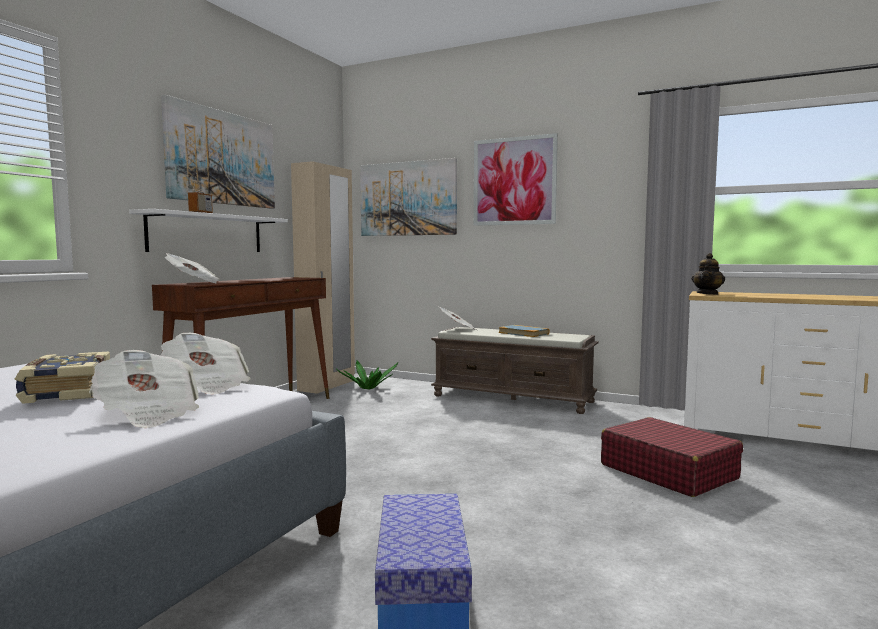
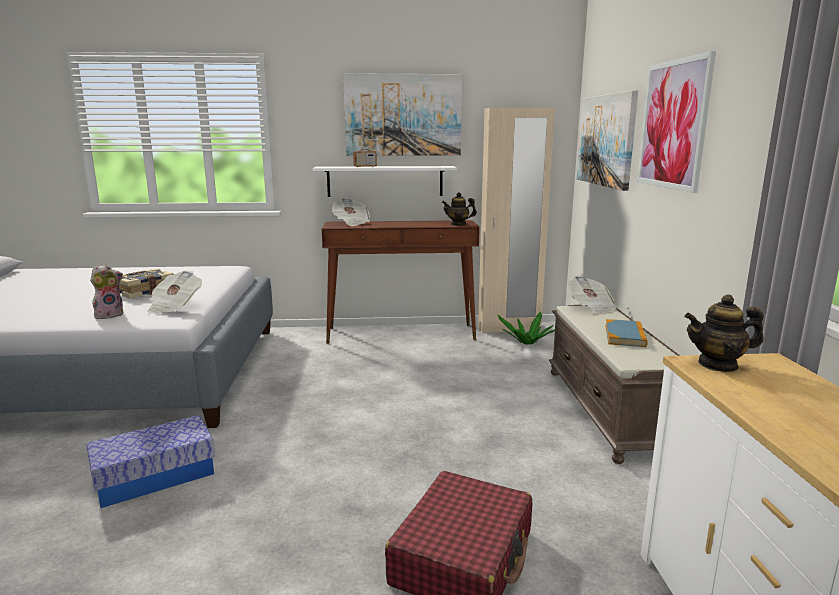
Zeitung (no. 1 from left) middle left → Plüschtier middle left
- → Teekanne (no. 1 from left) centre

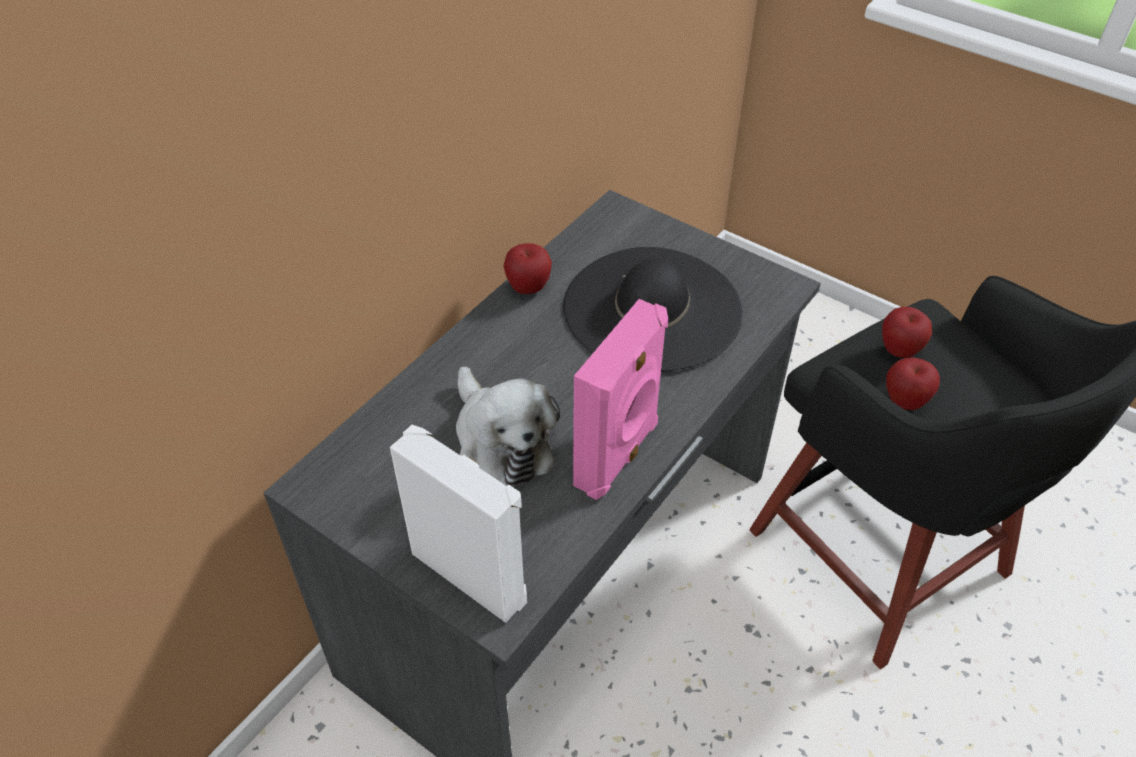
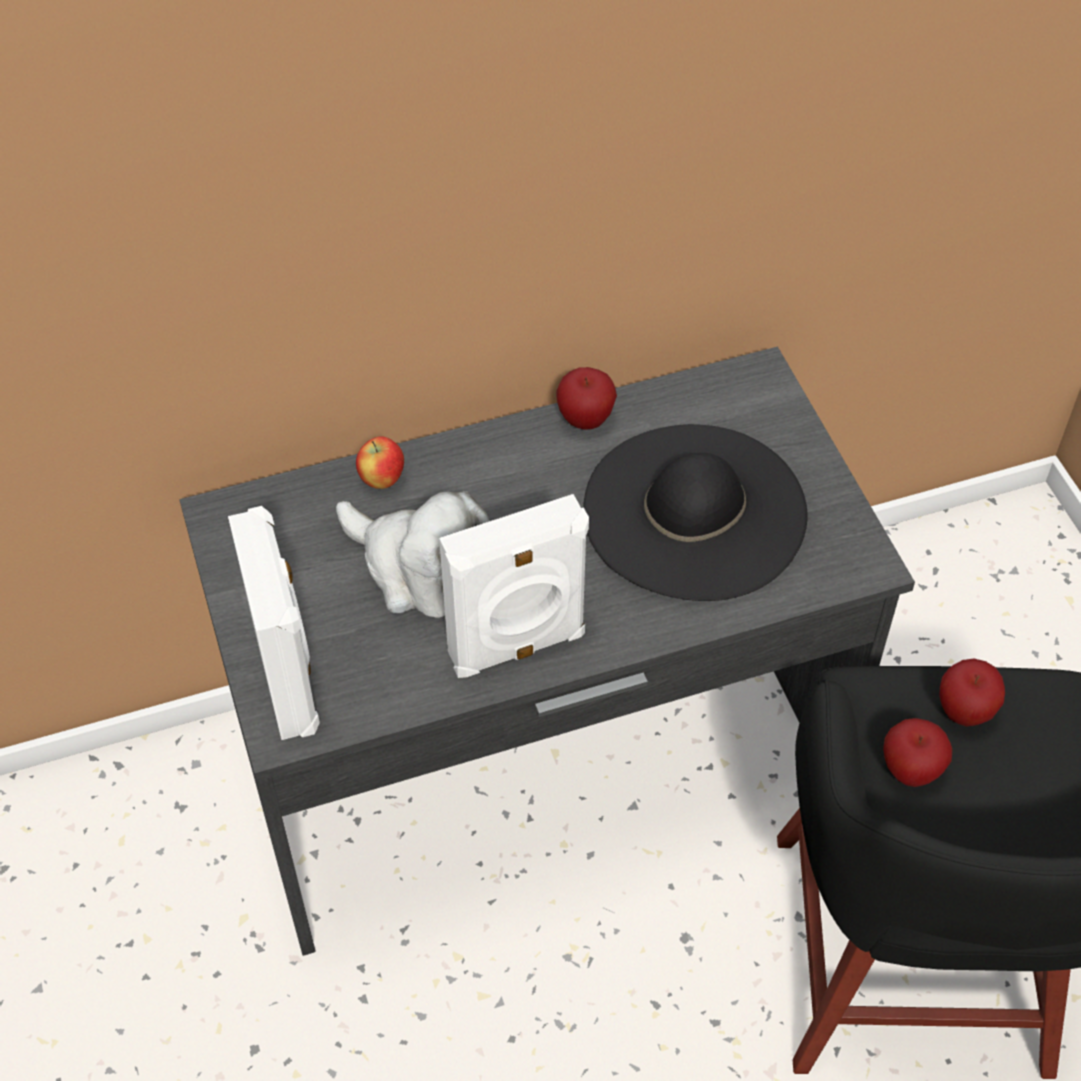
Plüschtier centre, 60 degrees counterclockwise
- → Apfel (no. 1 from left) centre
Lautsprecher/rosa centre → Lautsprecher/weiß (no. 2 from left) centre

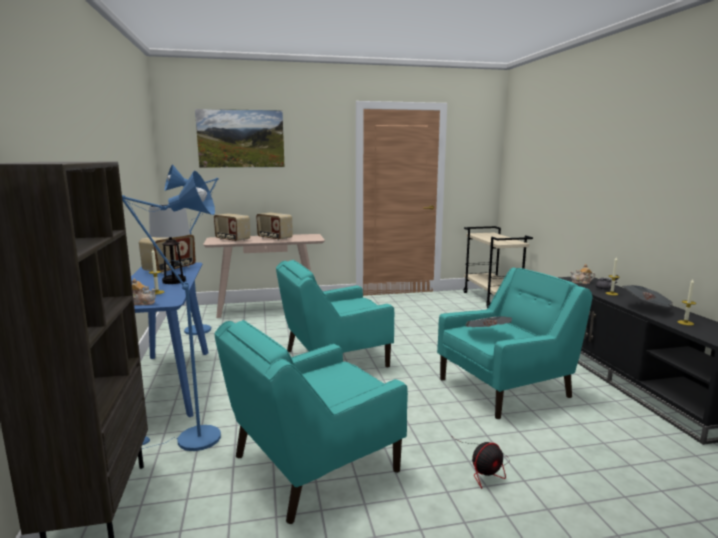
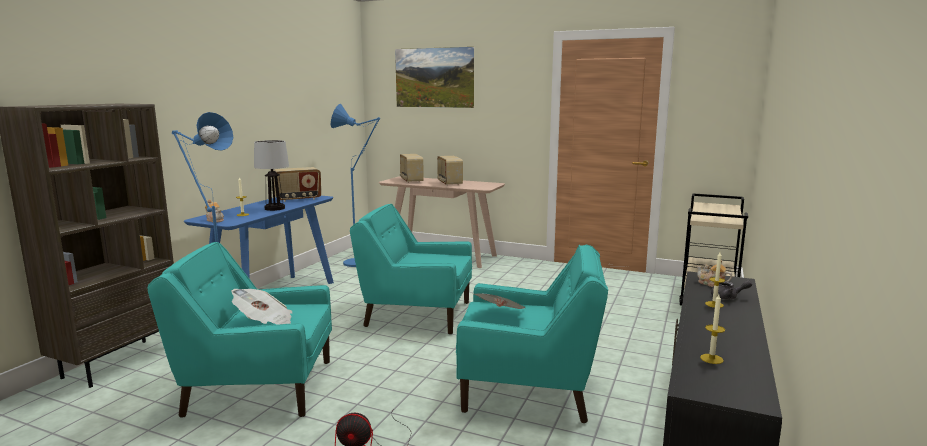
Zeitung (no. 2 from left in the first image) middle right → Zeitung (no. 1 from left) bottom left, shifted

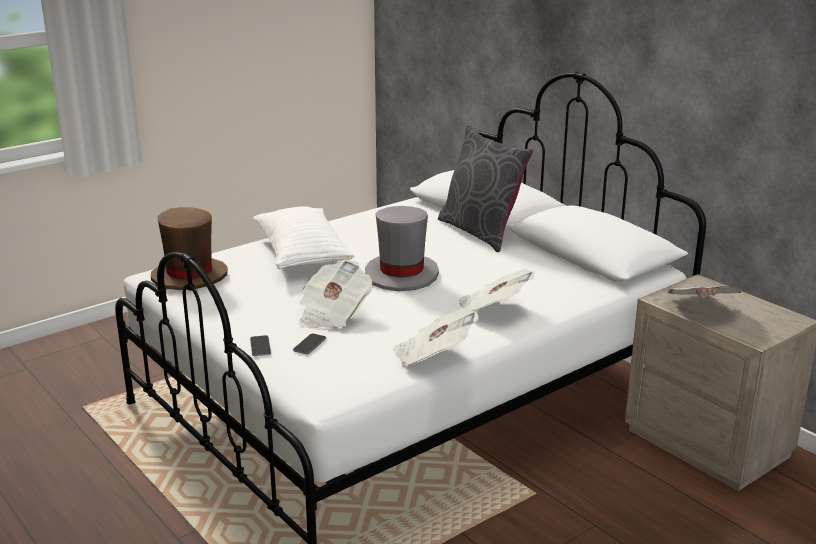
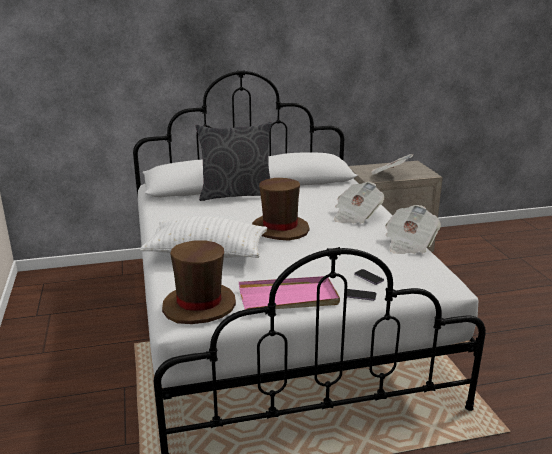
- → Tablett/rosa centre
Hut/grau centre → Hut/braun (no. 2 from left) centre
Zeitung (no. 1 from left) centre → -

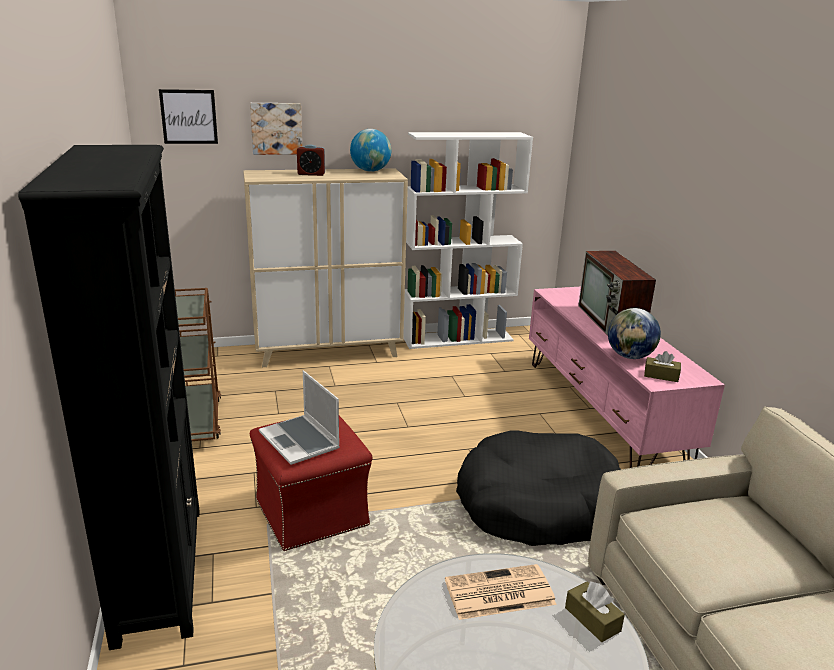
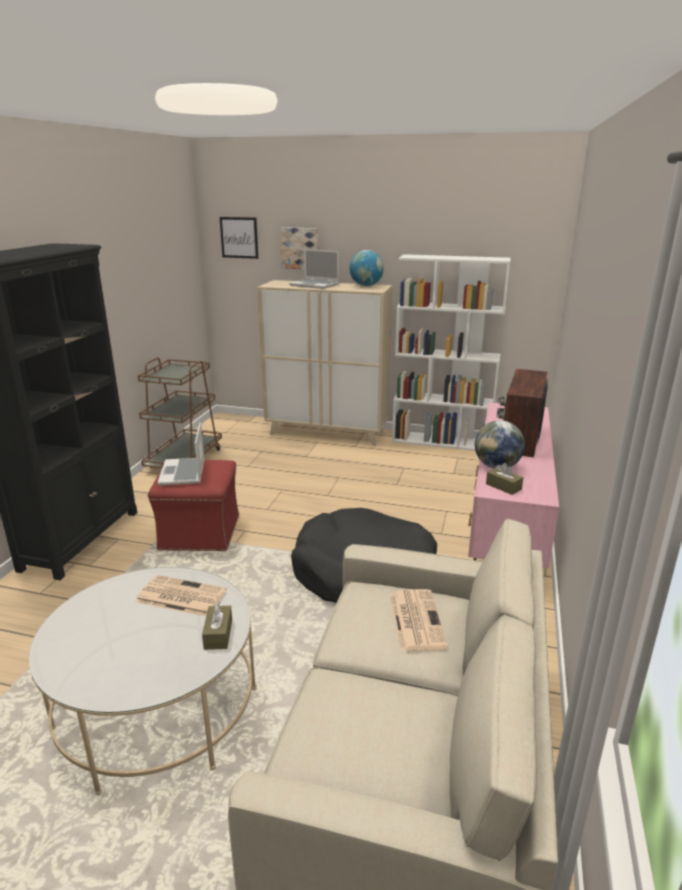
Wecker top centre → Laptop (no. 2 from left) top centre
- → Zeitung (no. 2 from left) bottom centre

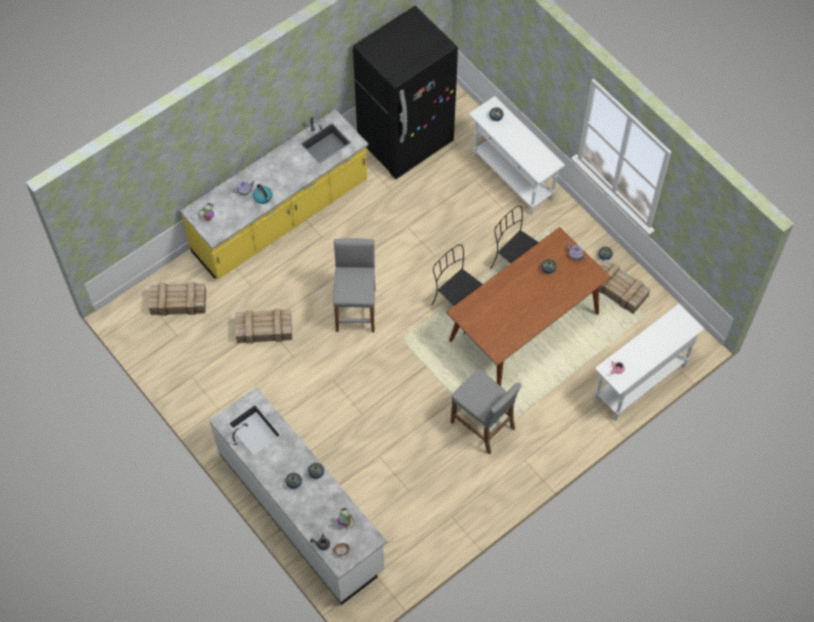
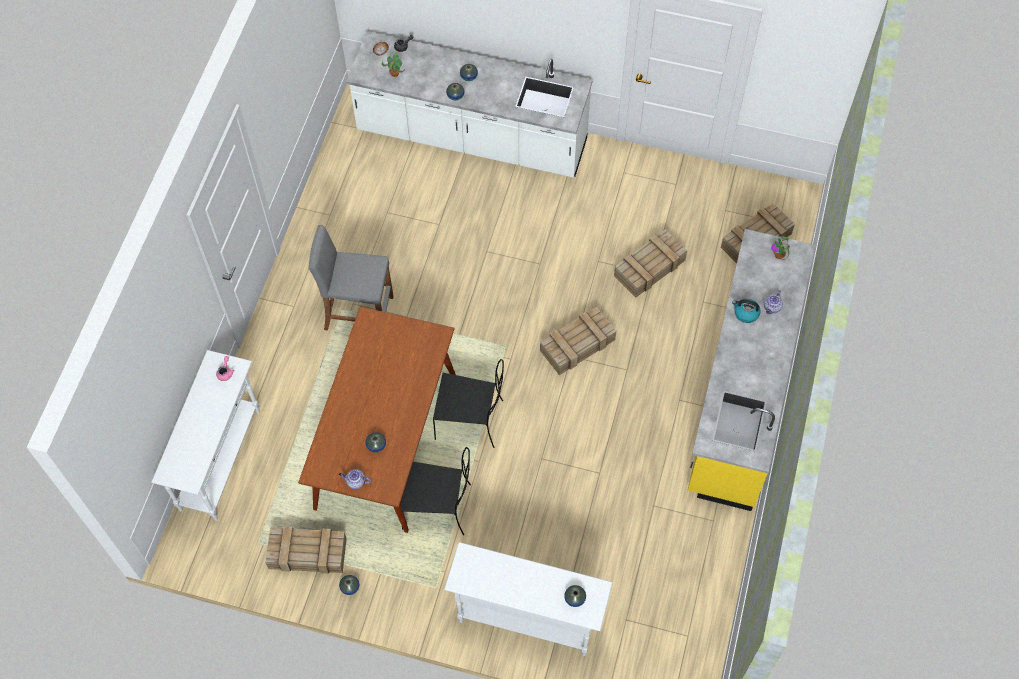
Hocker/grau (no. 1 from left) centre → Kiste (no. 2 from left) centre
Kühlschrank/schwarz top centre → -

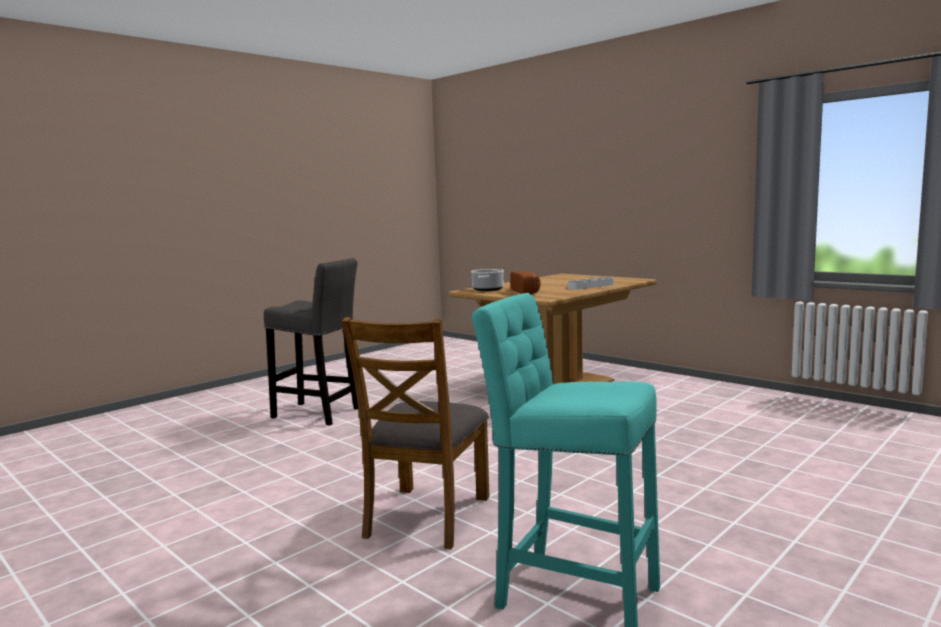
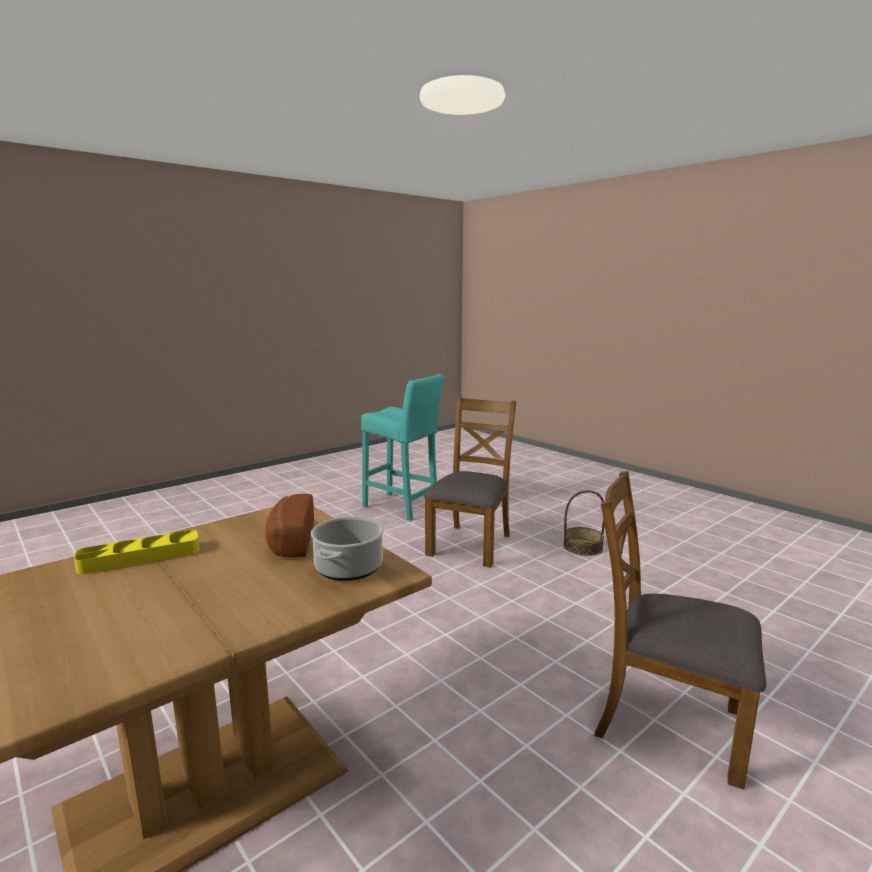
Tablett/grau centre → Tablett/gelb middle left
- → Korb middle right
Hocker/grau middle left → Stuhl/braun (no. 2 from left) bottom right

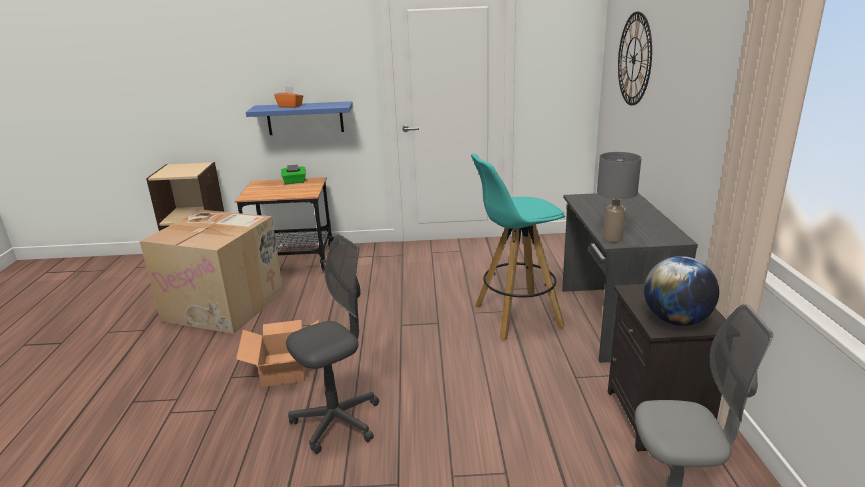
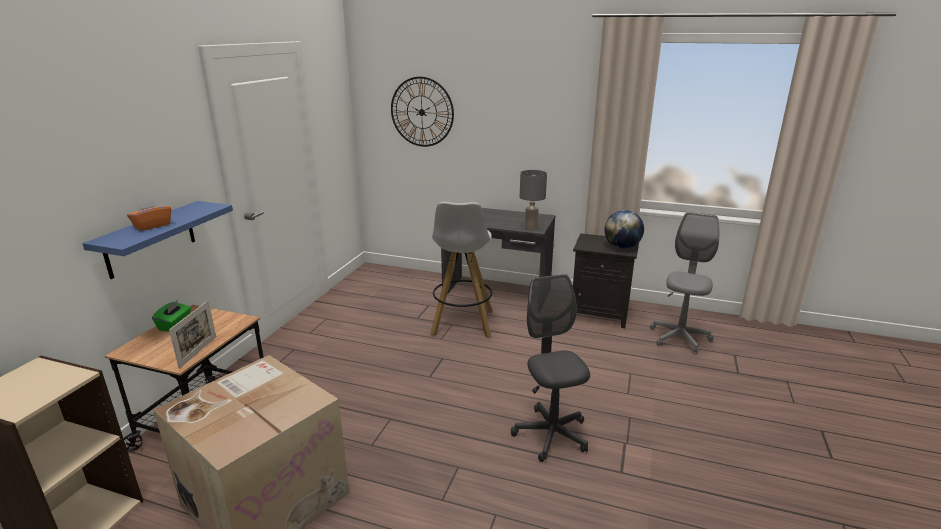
- → Bilderrahmen middle left
Hocker/türkis centre → Hocker/weiß centre
Karton (no. 2 from left) bottom left → -

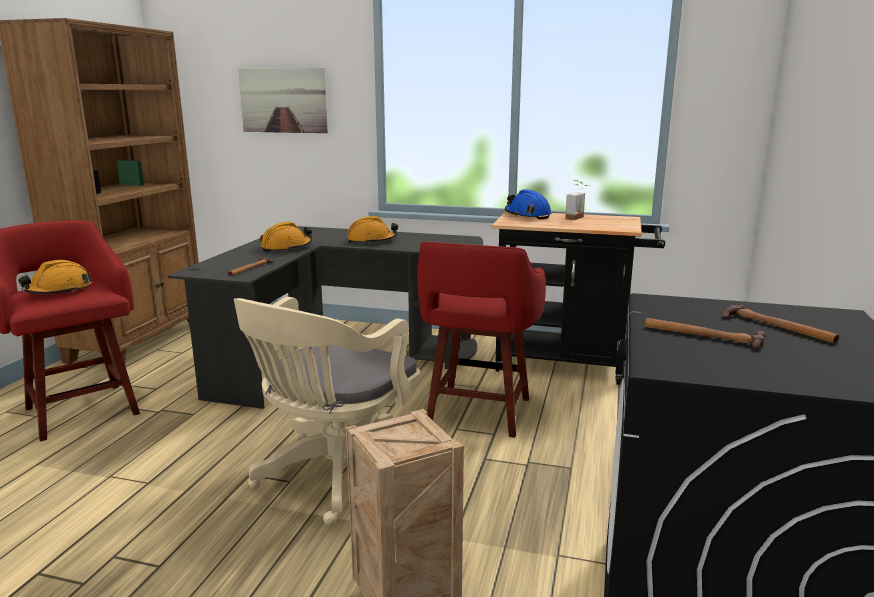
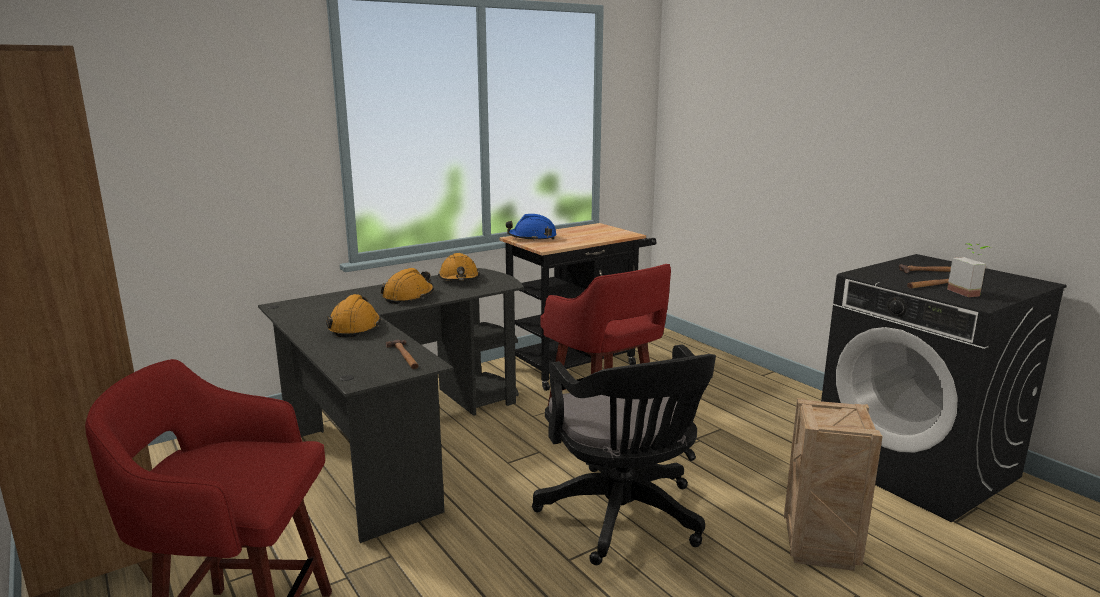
Schutzhelm/orange (no. 1 from left in the first image) middle left → Schutzhelm/orange (no. 3 from left) centre, shifted
Bürostuhl/beige bottom centre → Bürostuhl/schwarz bottom centre
Topfpflanze centre → Topfpflanze middle right, shifted
Bild top left → -

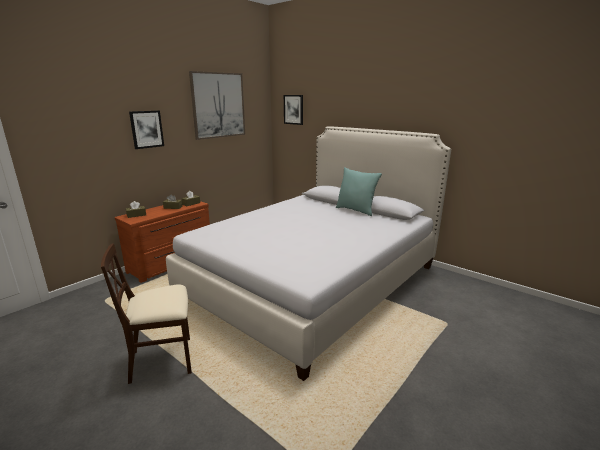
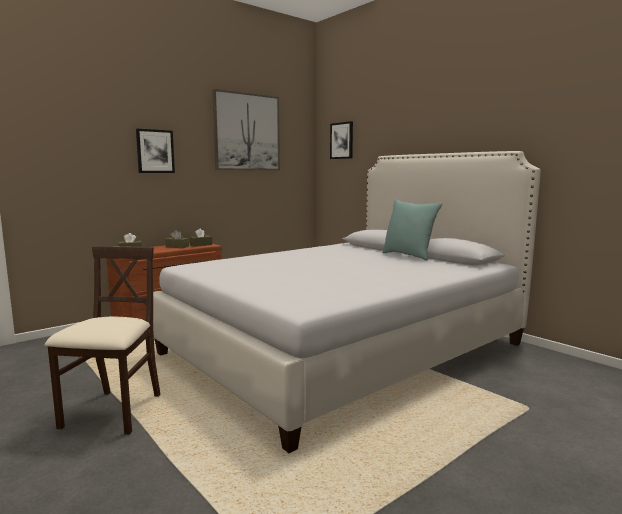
Stuhl/beige bottom left → Stuhl/beige middle left, 105 degrees clockwise

